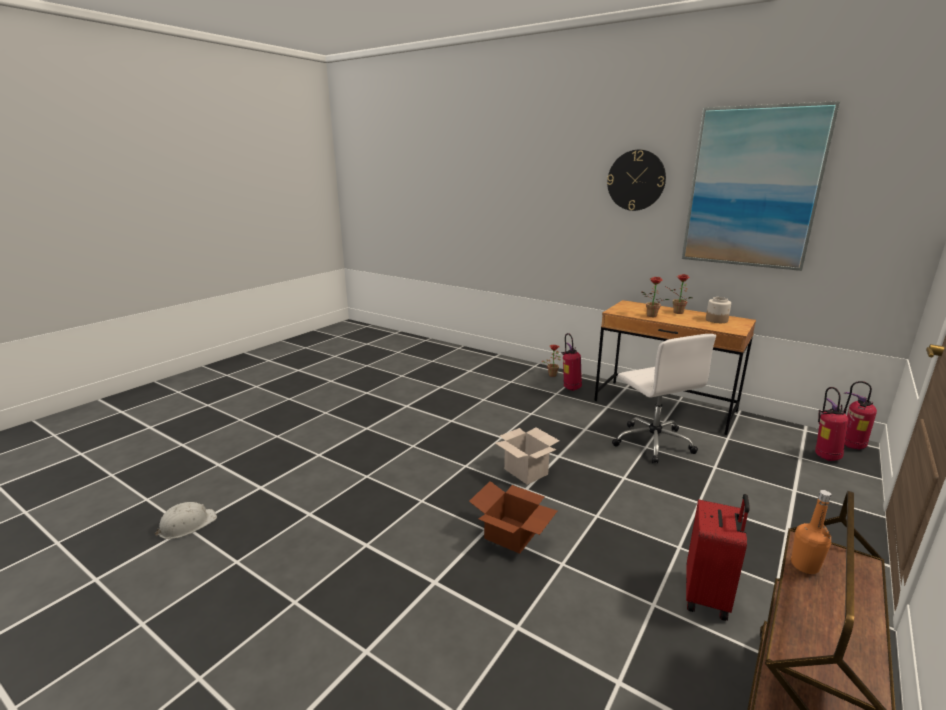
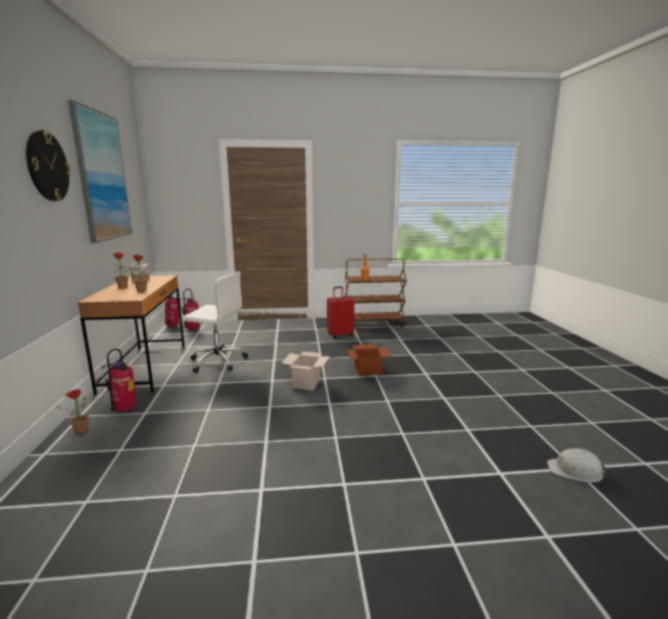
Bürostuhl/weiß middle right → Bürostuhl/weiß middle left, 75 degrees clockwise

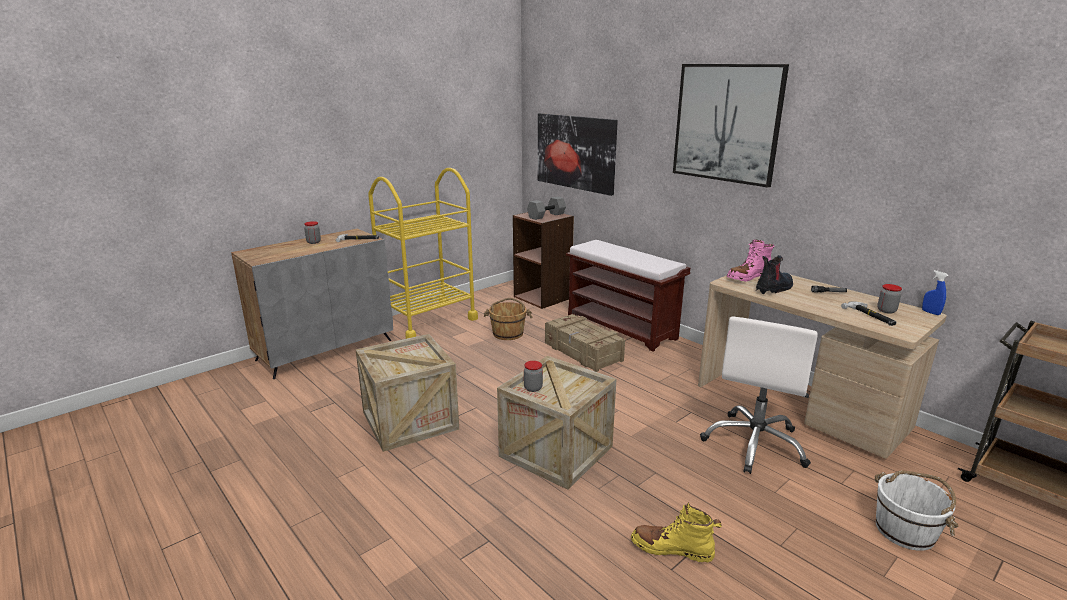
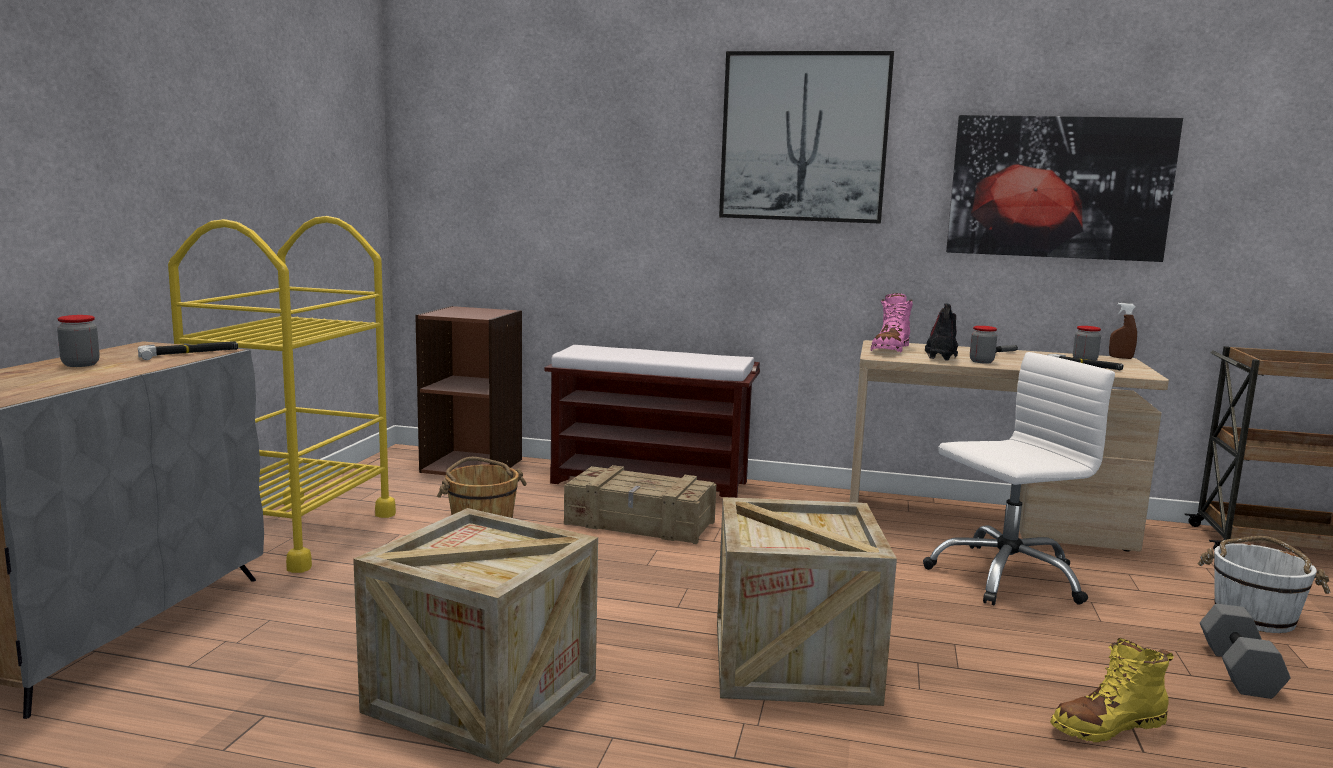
Bürostuhl/weiß middle right, 105 degrees counterclockwise
Bild (no. 1 from left in the first image) top centre → Bild (no. 2 from left) top right, shifted
Vorratsglas (no. 2 from left) centre → Vorratsglas (no. 2 from left) middle right, shifted
Sprühflasche/blau middle right → Sprühflasche/braun middle right
Hantel/grau centre → Hantel/grau bottom right, shifted

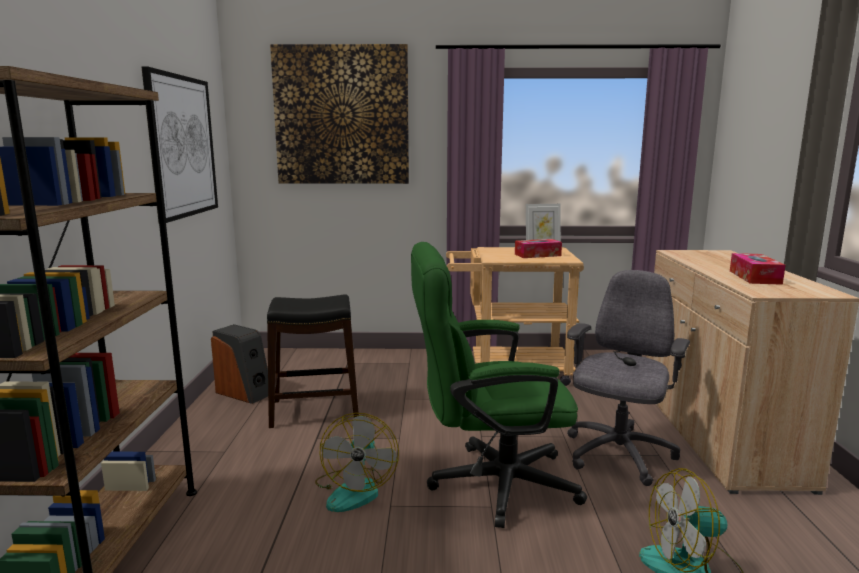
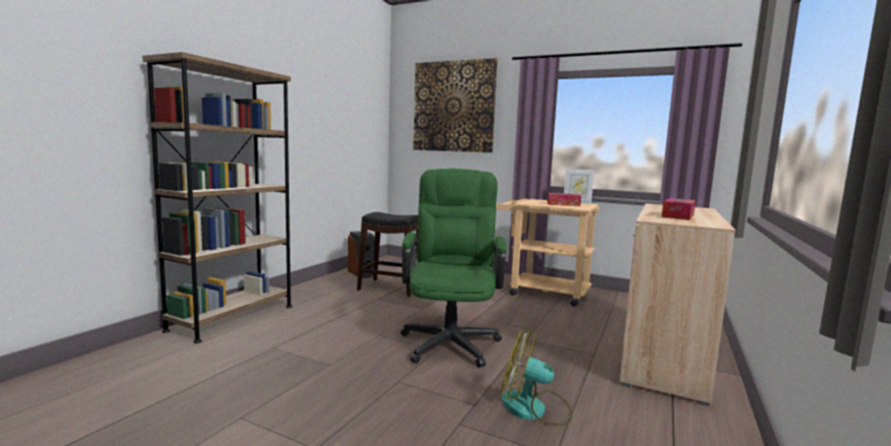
Bürostuhl/grün bottom centre → Bürostuhl/grün centre, 75 degrees clockwise
Bild (no. 1 from left) top left → -
Ventilator (no. 1 from left) bottom centre → -
Bürostuhl/grau middle right → -

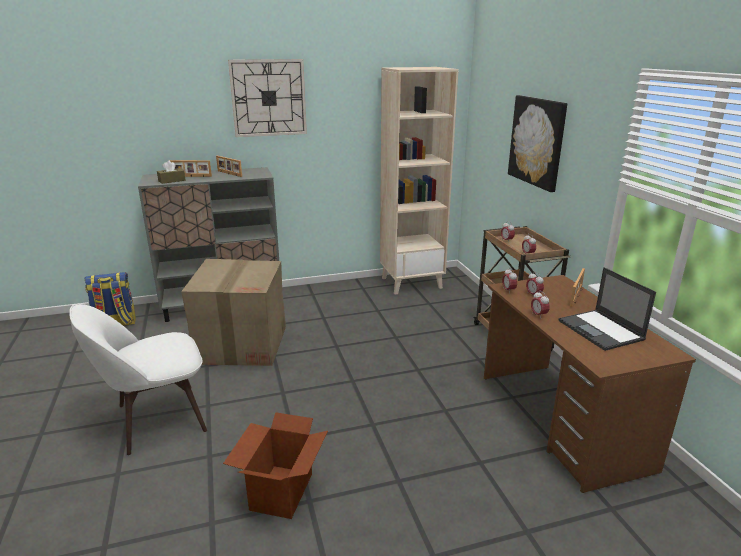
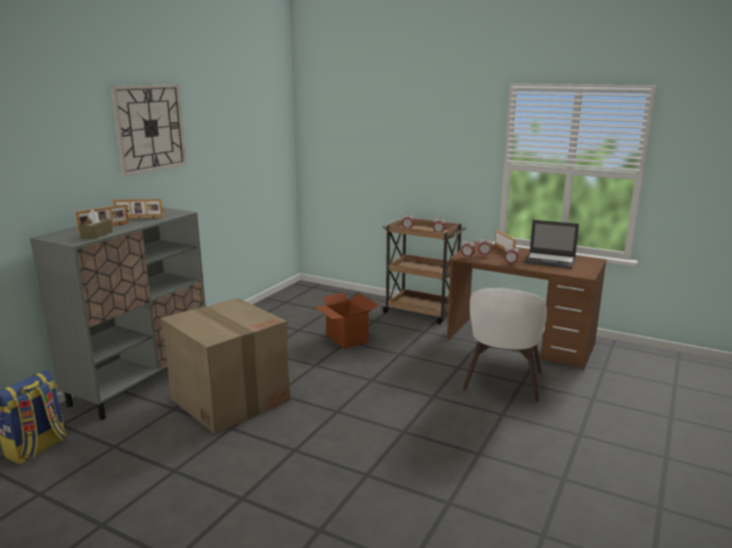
Karton (no. 2 from left) bottom centre → Karton (no. 2 from left) centre, shifted
Stuhl/weiß bottom left → Stuhl/weiß middle right, shifted
Bücherregal/beige top centre → -
Bild top right → -

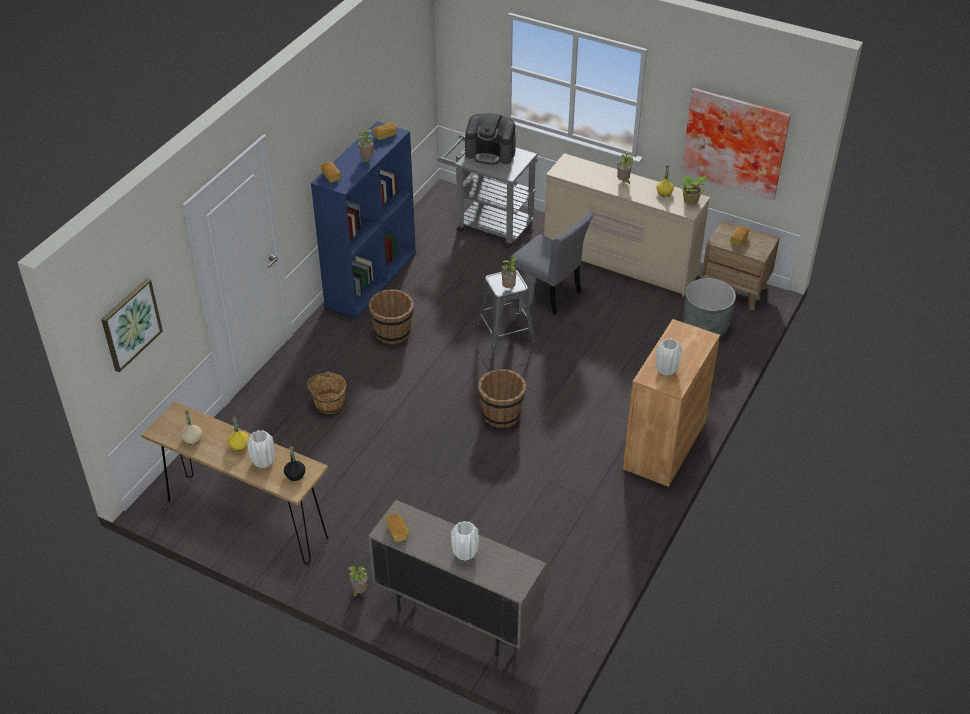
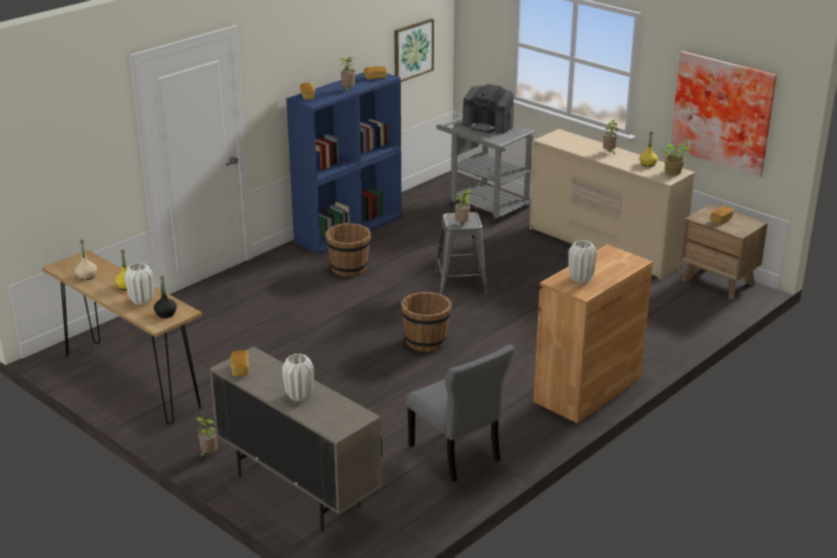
Bild (no. 1 from left) middle left → Bild (no. 1 from left) top centre, shifted
Stuhl/grau centre → Stuhl/grau bottom centre, shifted
Eimer/braun (no. 1 from left) centre → -
Pflanzkübel/grau middle right → -

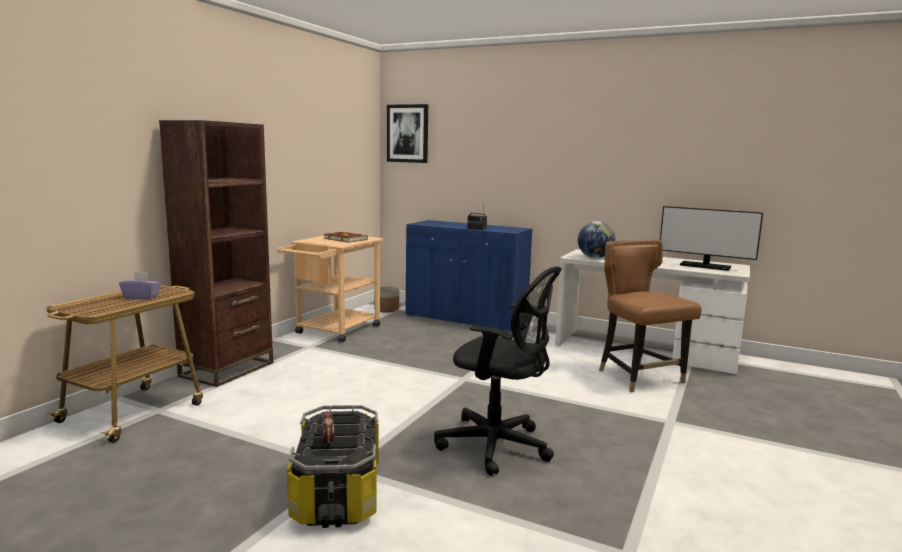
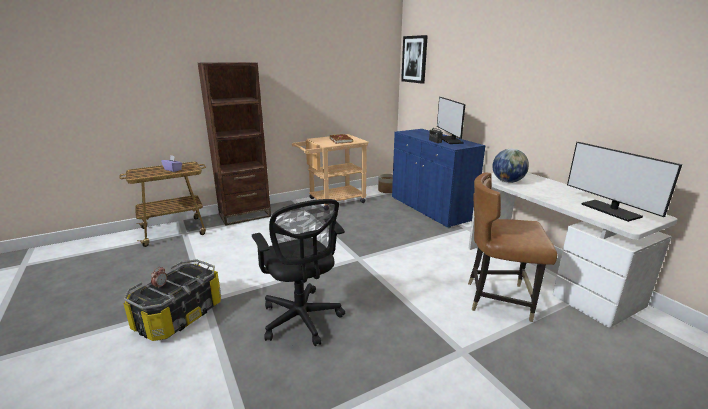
- → Monitor (no. 1 from left) top centre
Stuhl/braun middle right, 90 degrees counterclockwise

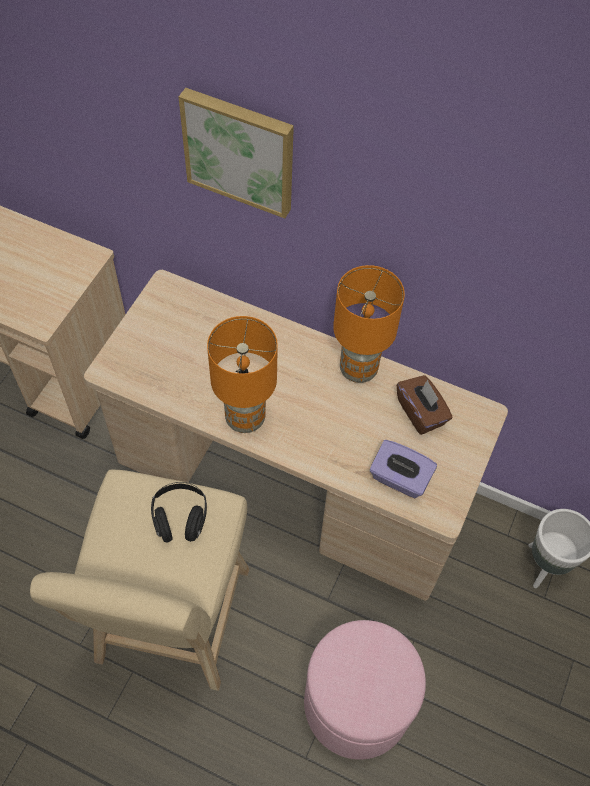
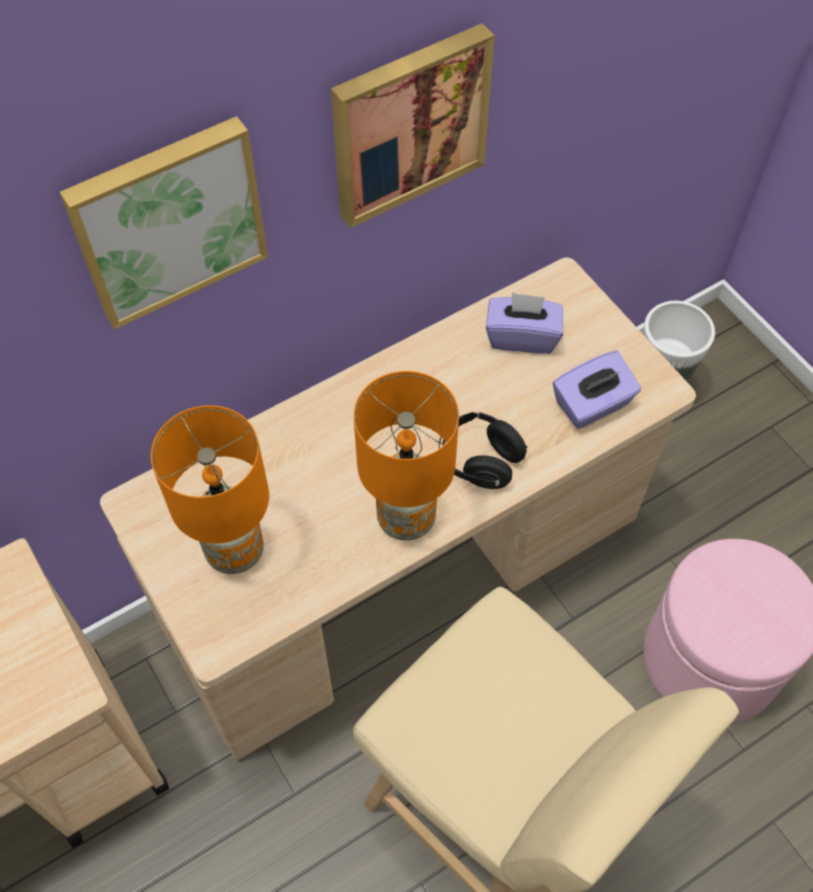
Tischlampe/orange (no. 2 from left in the first image) centre → Tischlampe/orange (no. 1 from left) middle left, shifted
- → Bild (no. 2 from left) top centre
Kopfhörer/schwarz middle left → Kopfhörer/schwarz centre, shifted
Taschentuchbox/braun middle right → Taschentuchbox/lila (no. 1 from left) centre

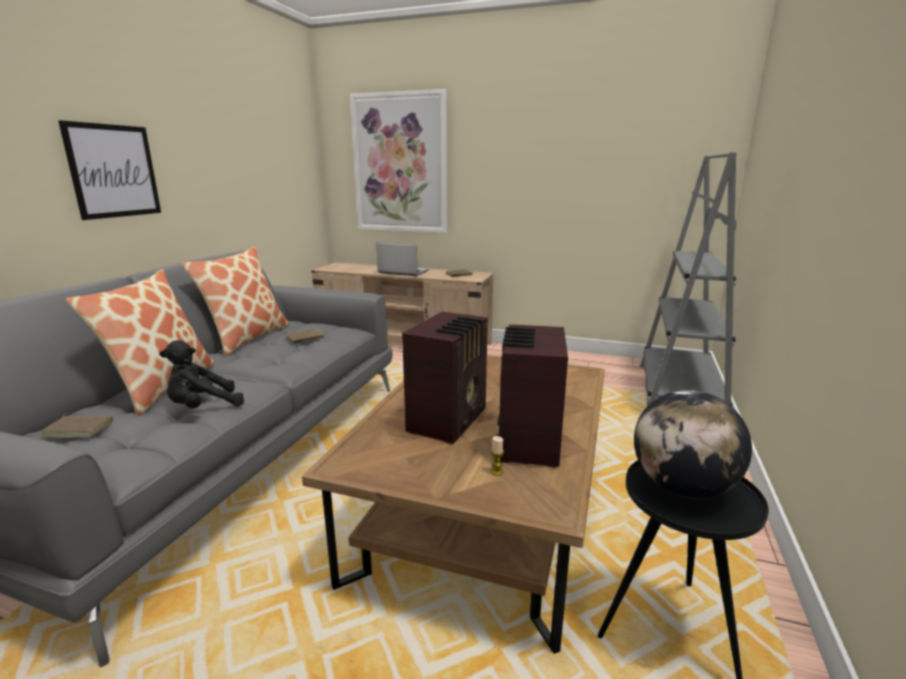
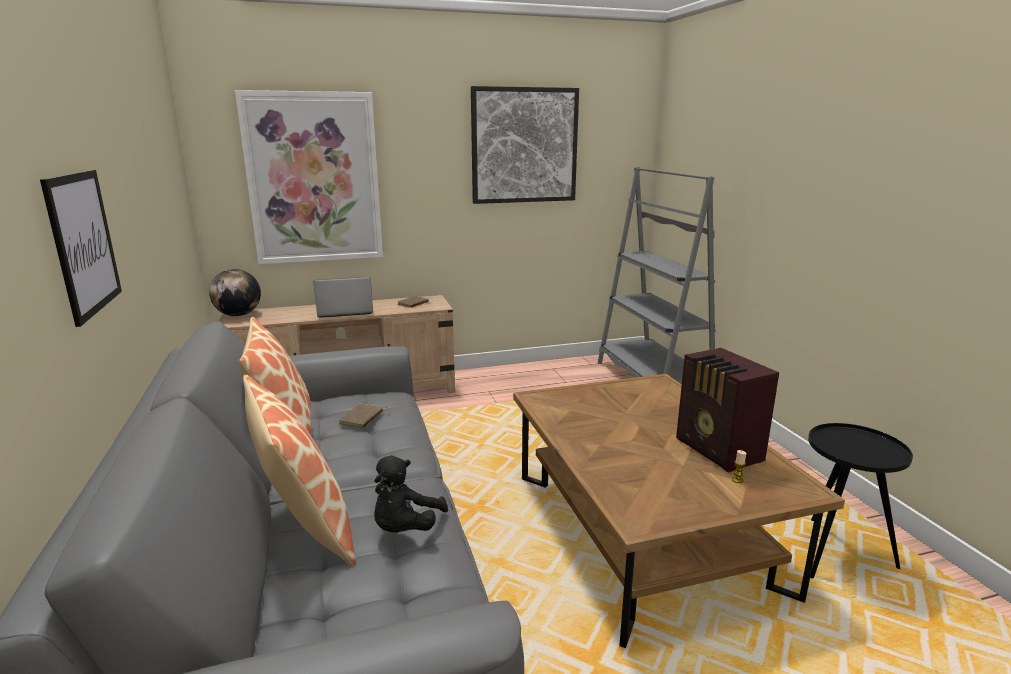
Globus middle right → Globus middle left, shifted
- → Bild (no. 3 from left) top centre
Buch/braun (no. 1 from left) middle left → -
Radio (no. 1 from left) centre → -

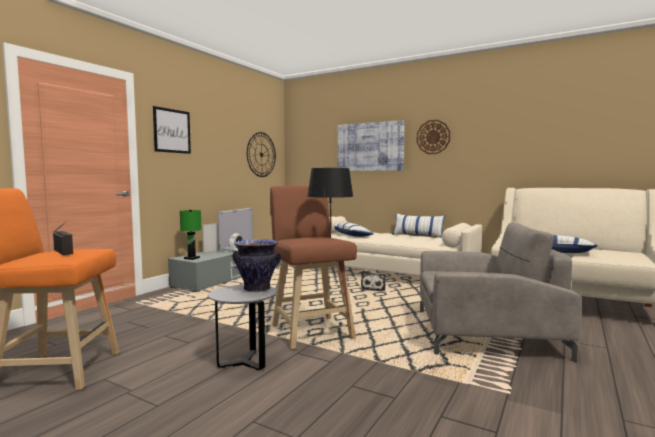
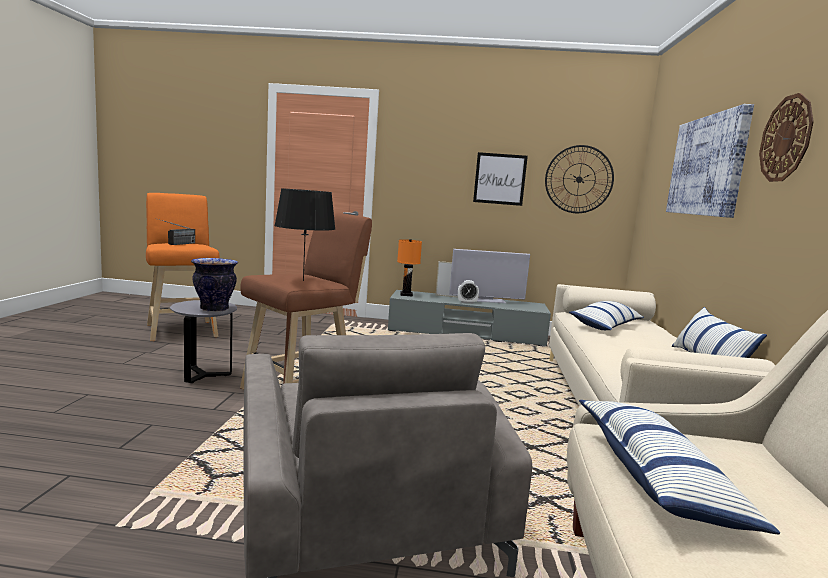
Tischlampe/grün middle left → Tischlampe/orange centre
Bild (no. 1 from left) top left → Bild (no. 1 from left) top centre, shifted
Plüschtier centre → -

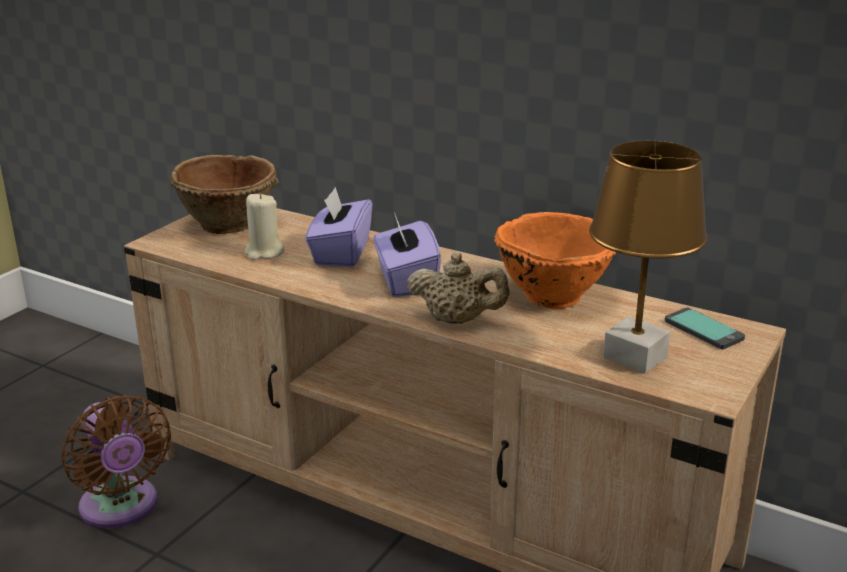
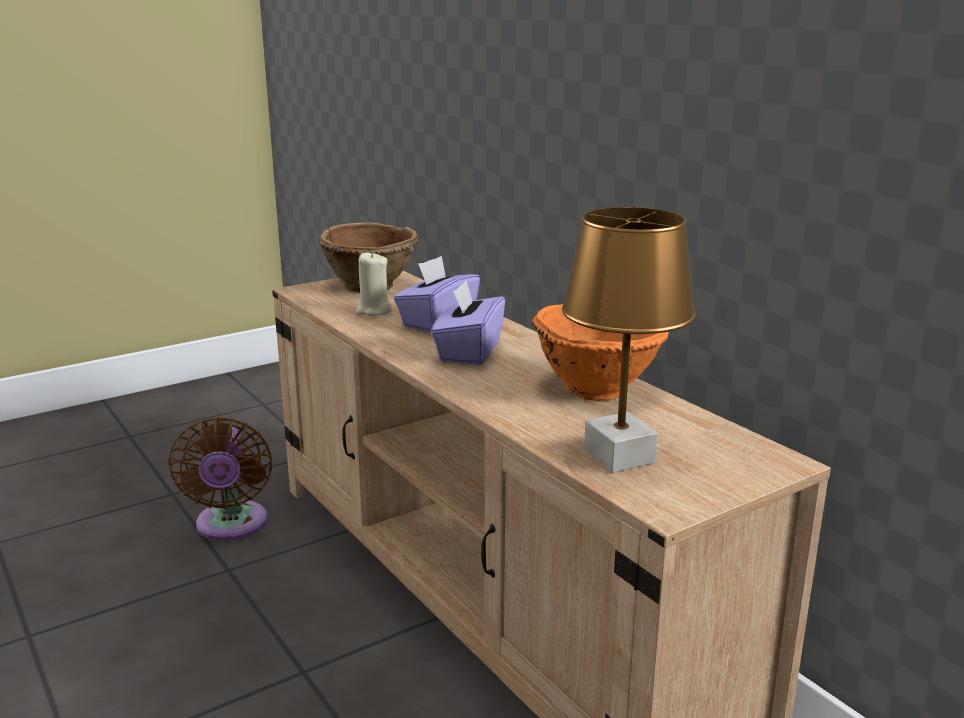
Teekanne/beige centre → -
Handy middle right → -

